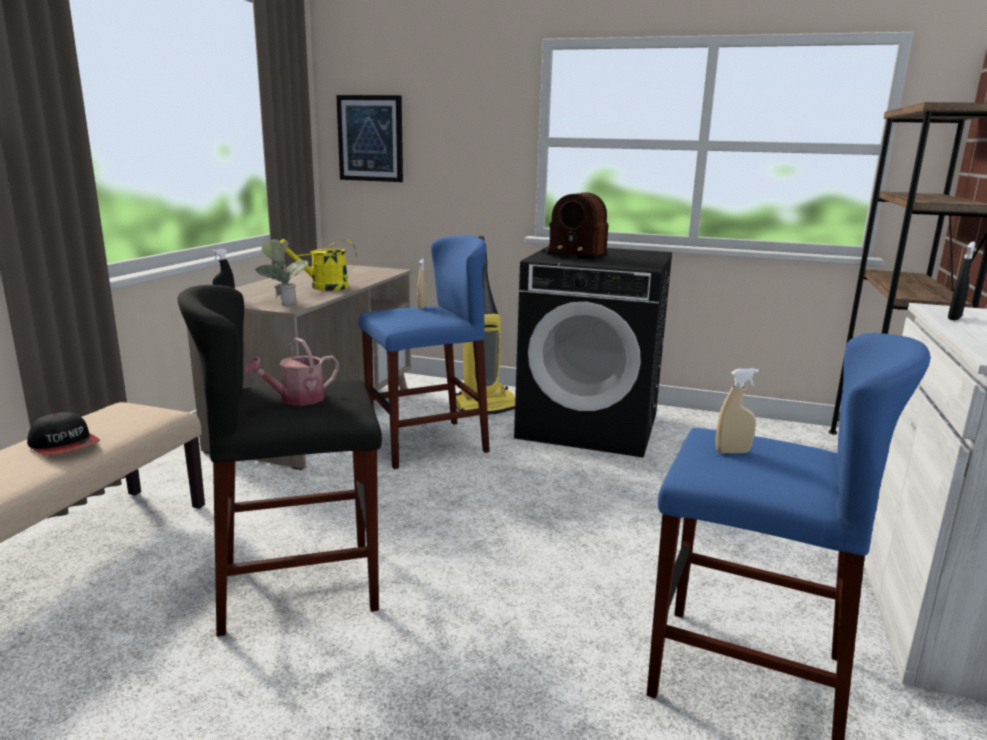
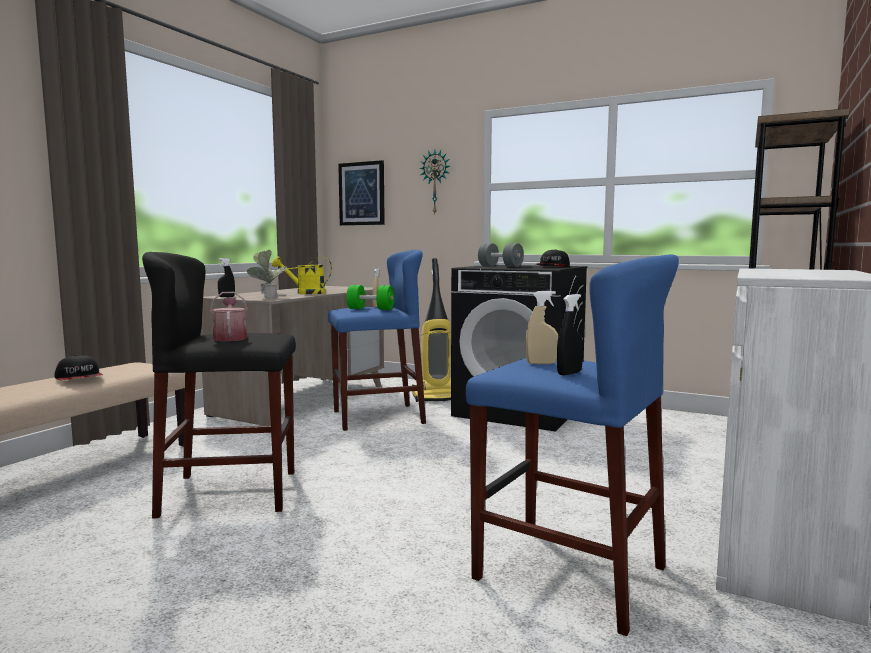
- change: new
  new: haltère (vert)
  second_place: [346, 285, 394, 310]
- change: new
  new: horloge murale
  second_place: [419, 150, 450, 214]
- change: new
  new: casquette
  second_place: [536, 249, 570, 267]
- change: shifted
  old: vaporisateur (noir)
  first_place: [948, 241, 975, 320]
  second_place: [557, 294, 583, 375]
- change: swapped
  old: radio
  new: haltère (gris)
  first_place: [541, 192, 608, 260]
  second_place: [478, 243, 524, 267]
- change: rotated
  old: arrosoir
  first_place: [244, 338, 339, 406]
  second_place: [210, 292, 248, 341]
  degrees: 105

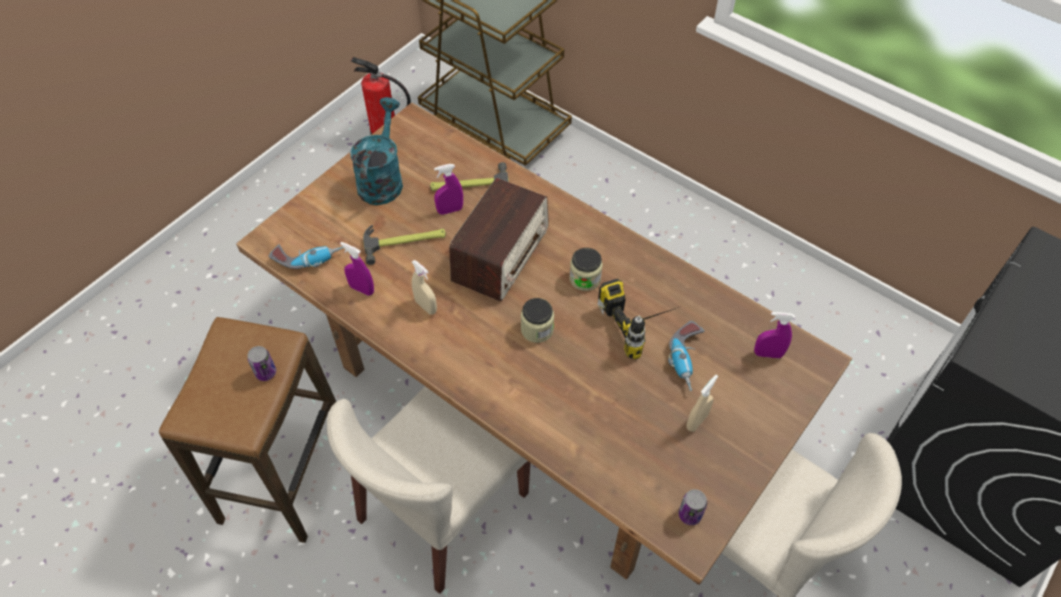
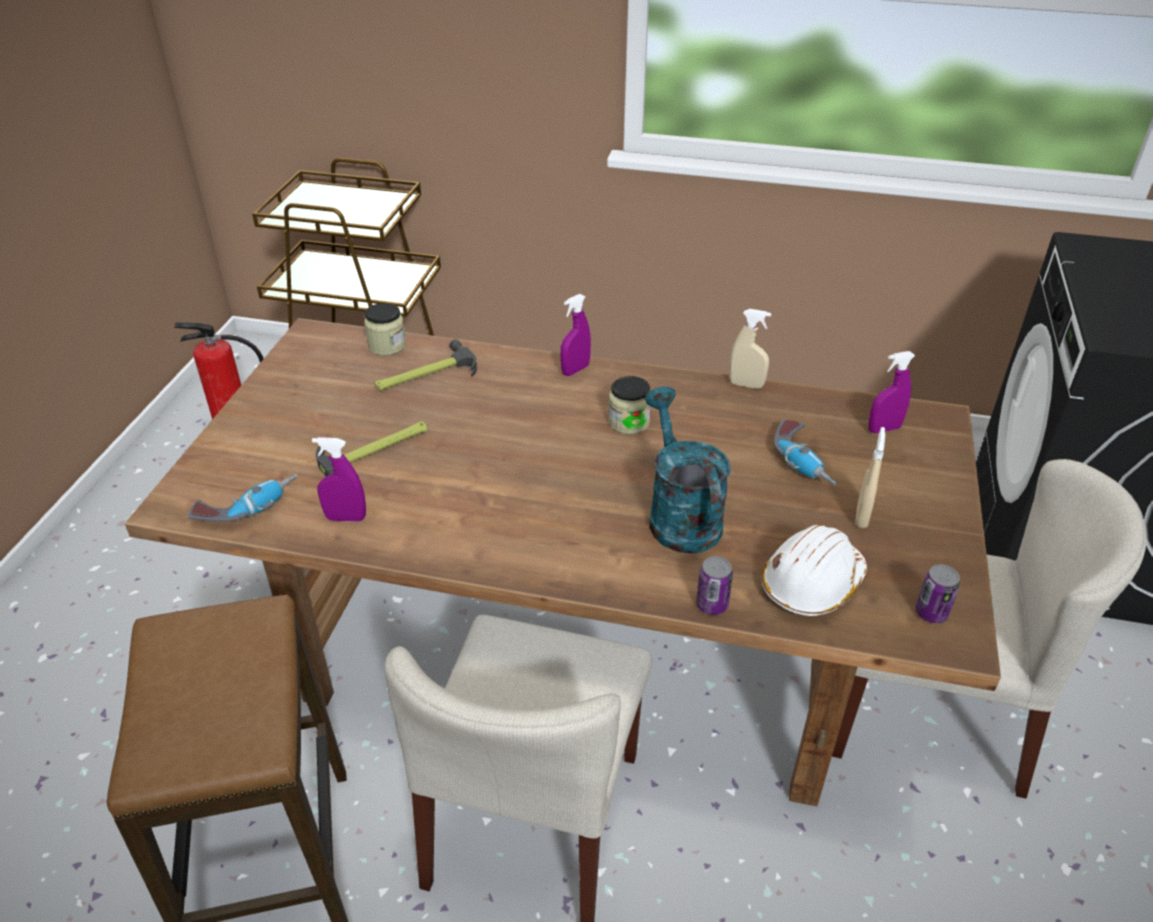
- change: gone
  old: radio
  first_place: [450, 178, 549, 301]
- change: gone
  old: perceuse
  first_place: [598, 279, 679, 359]
- change: new
  new: casque de chantier (blanc)
  second_place: [762, 524, 867, 616]
- change: shifted
  old: boîte métallique
  first_place: [248, 346, 276, 381]
  second_place: [696, 556, 733, 615]
- change: shifted
  old: arrosoir (turquoise)
  first_place: [350, 97, 403, 205]
  second_place: [645, 387, 730, 554]
- change: shifted
  old: vaporisateur (beige)
  first_place: [412, 260, 437, 315]
  second_place: [729, 309, 771, 389]
- change: shifted
  old: vaporisateur (violet)
  first_place: [434, 164, 463, 215]
  second_place: [561, 294, 591, 376]
- change: shifted
  old: bocal
  first_place: [521, 298, 554, 343]
  second_place: [364, 303, 406, 356]

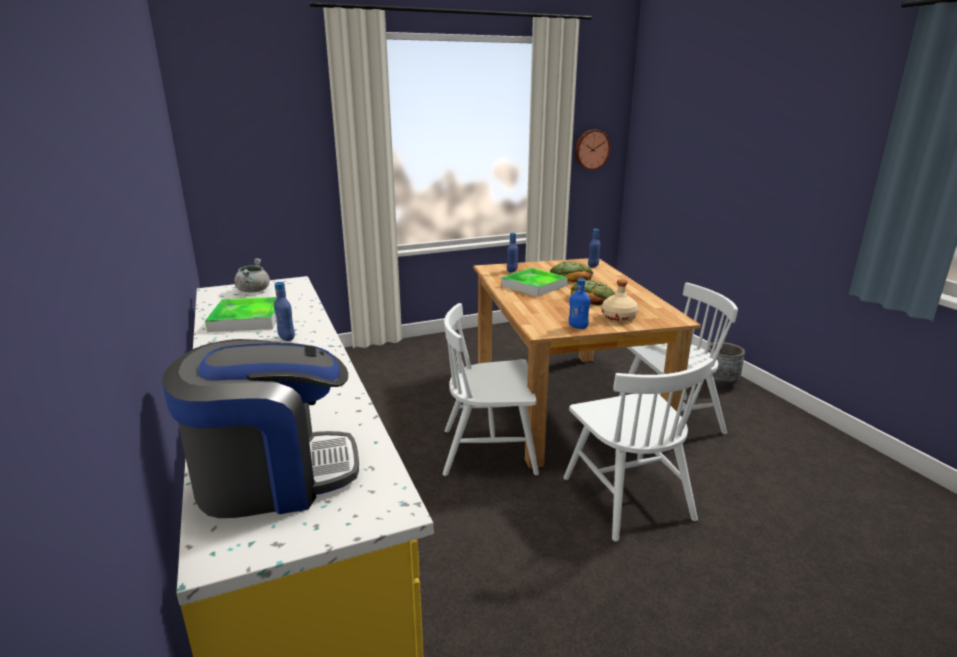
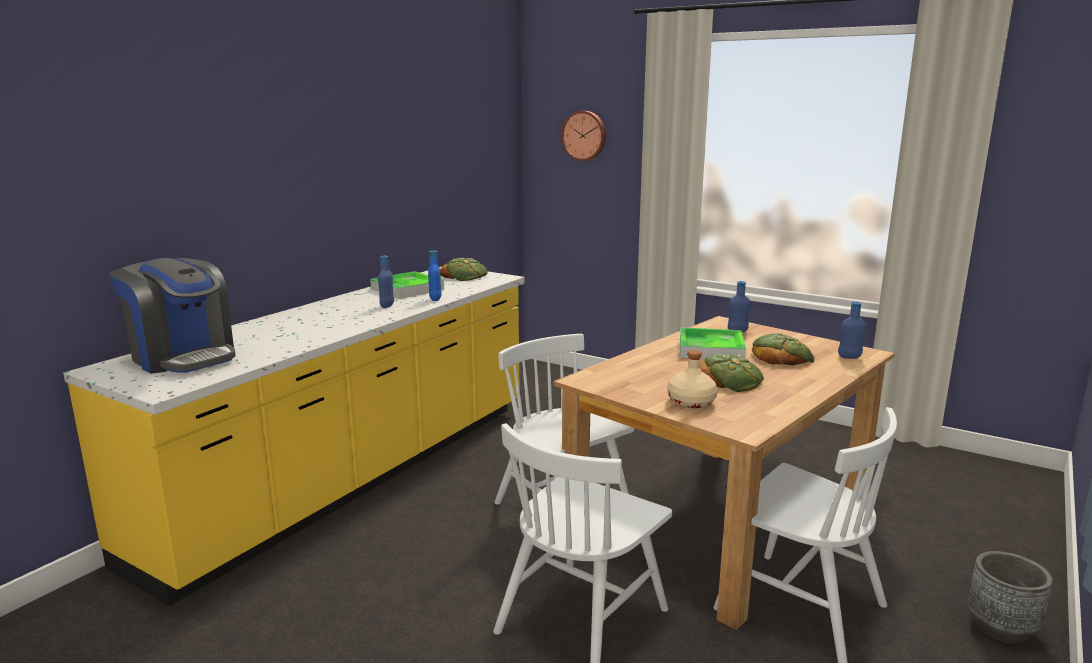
- change: shifted
  old: bouteille (bleu)
  first_place: [568, 278, 590, 329]
  second_place: [428, 250, 441, 301]
- change: shifted
  old: horloge murale
  first_place: [575, 129, 611, 170]
  second_place: [561, 111, 606, 161]
- change: swapped
  old: marmite (gris)
  new: pain
  first_place: [234, 258, 270, 292]
  second_place: [440, 258, 488, 281]

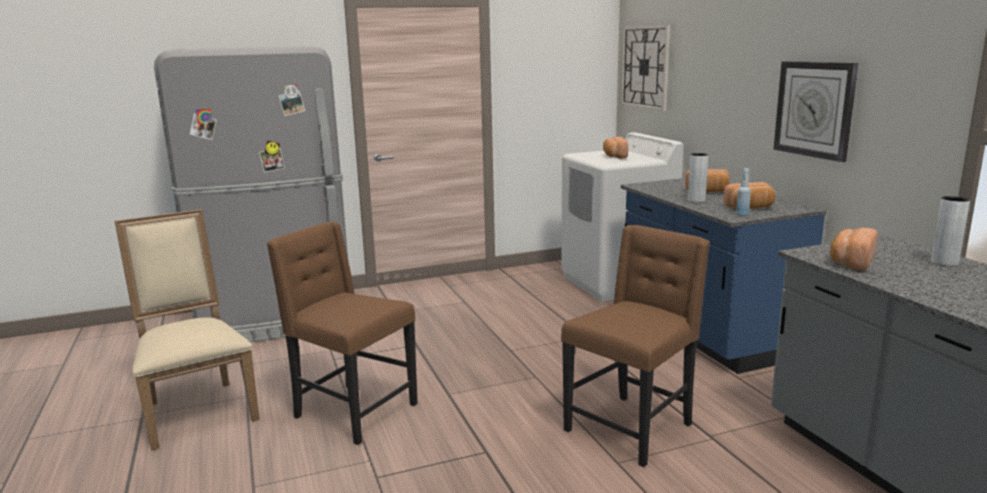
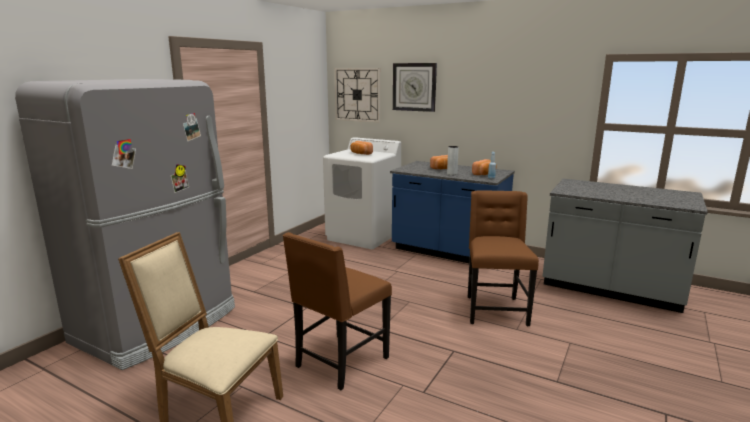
- change: gone
  old: pain
  first_place: [830, 228, 878, 270]
- change: gone
  old: vase (gris)
  first_place: [931, 196, 970, 266]
- change: shifted
  old: horloge murale
  first_place: [773, 61, 858, 162]
  second_place: [393, 63, 437, 112]
- change: rotated
  old: chaise (marron)
  first_place: [267, 222, 418, 445]
  second_place: [283, 232, 392, 390]
  degrees: -45

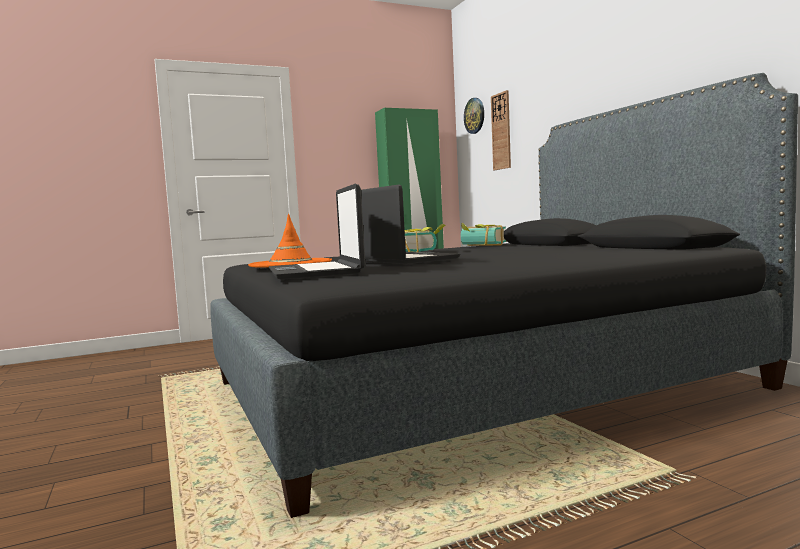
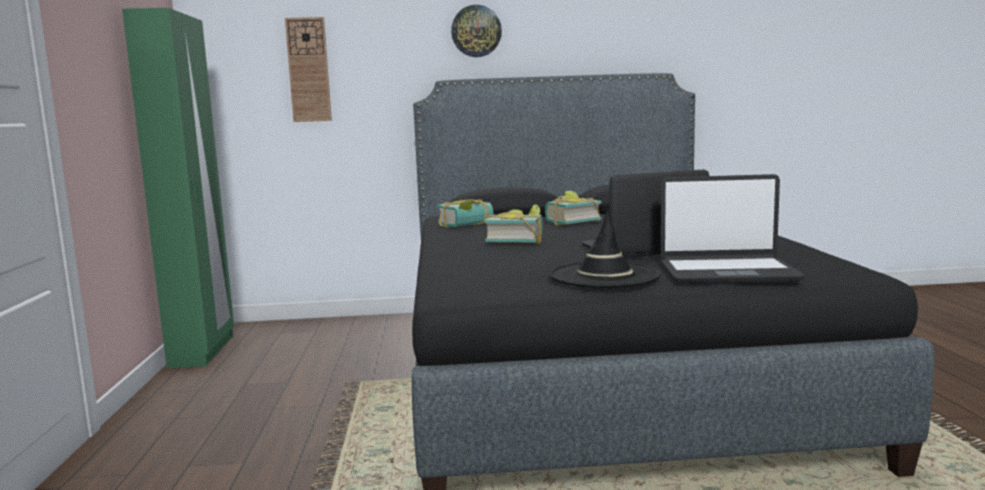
- change: new
  new: livre
  second_place: [545, 191, 602, 226]
- change: shifted
  old: horloge murale
  first_place: [464, 98, 484, 134]
  second_place: [451, 5, 502, 57]
- change: repainted
  old: chapeau (orange)
  new: chapeau (noir)
  first_place: [248, 213, 332, 268]
  second_place: [550, 209, 661, 288]

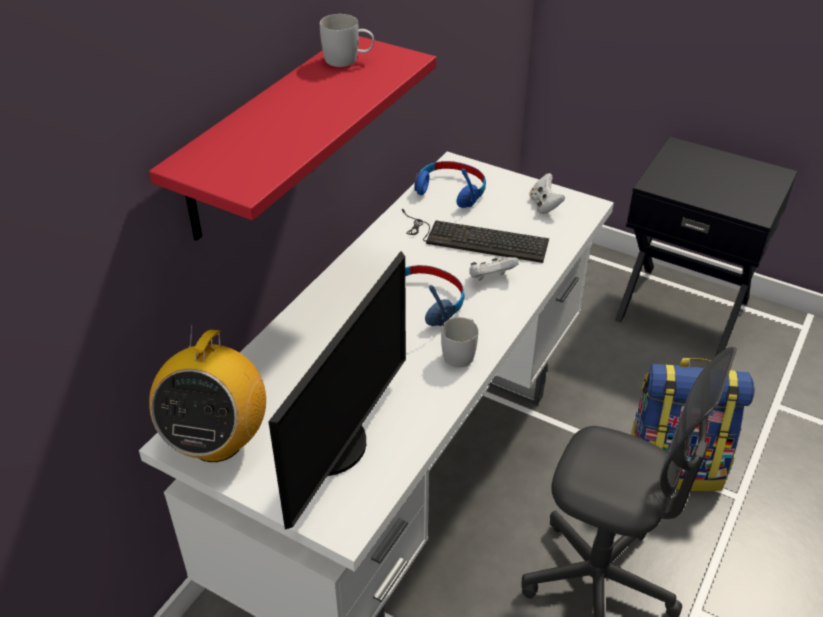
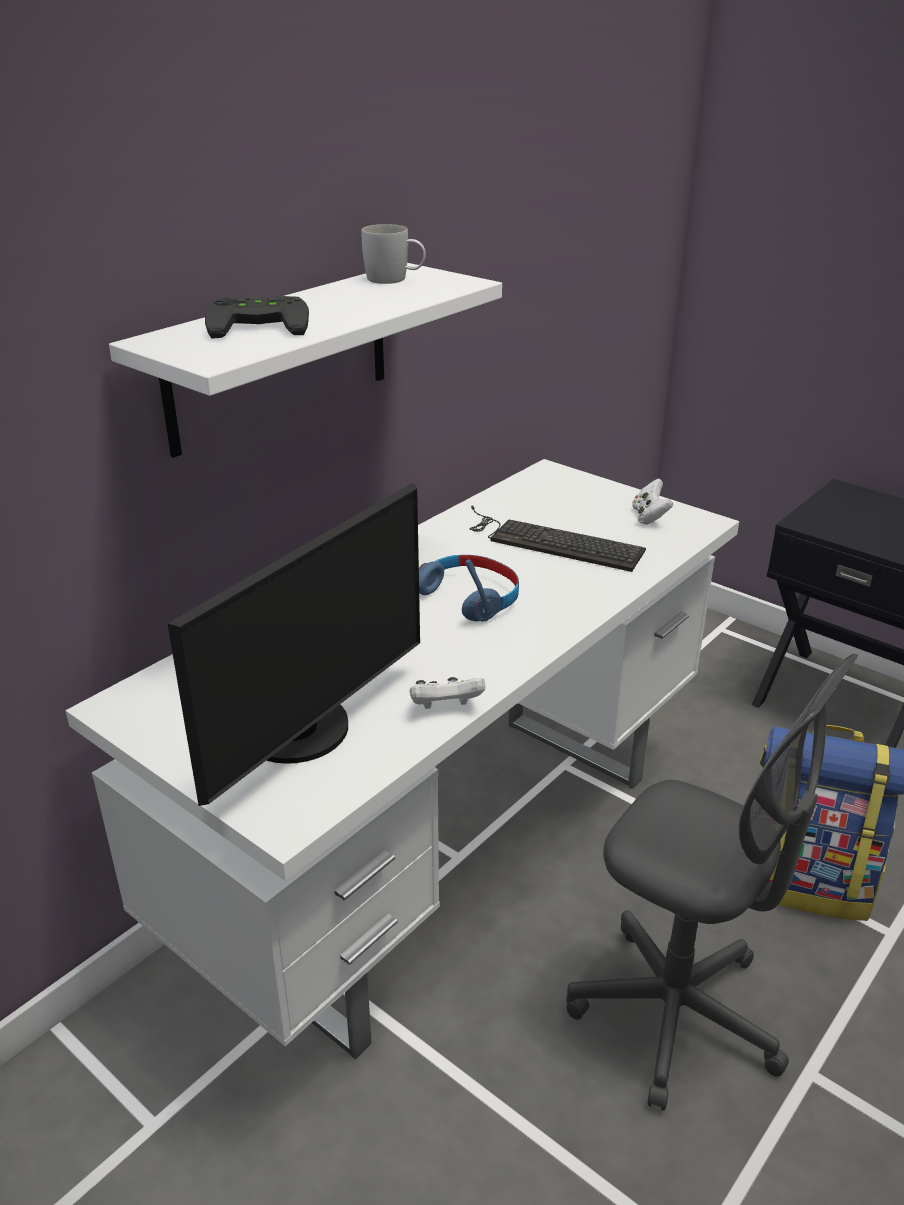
- change: gone
  old: radio
  first_place: [149, 324, 266, 462]
- change: gone
  old: casque audio (bleu)
  first_place: [414, 161, 486, 208]
- change: gone
  old: mug (blanc)
  first_place: [441, 317, 478, 368]
- change: new
  new: manette (noir)
  second_place: [205, 296, 309, 339]
- change: shifted
  old: manette (blanc)
  first_place: [469, 257, 519, 281]
  second_place: [410, 677, 485, 709]
- change: repainted
  old: étagère (rouge)
  new: étagère (blanc)
  first_place: [149, 36, 436, 241]
  second_place: [109, 263, 502, 458]

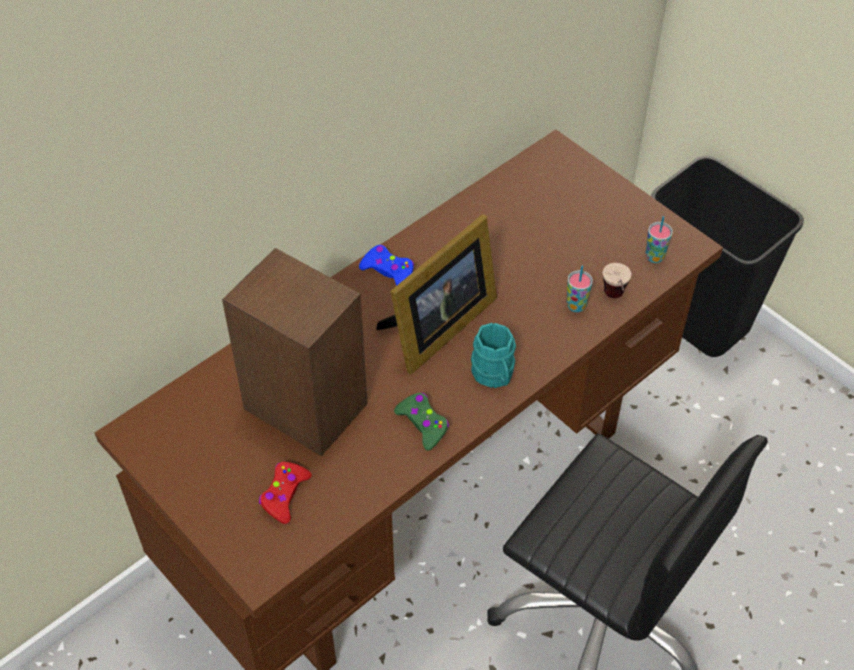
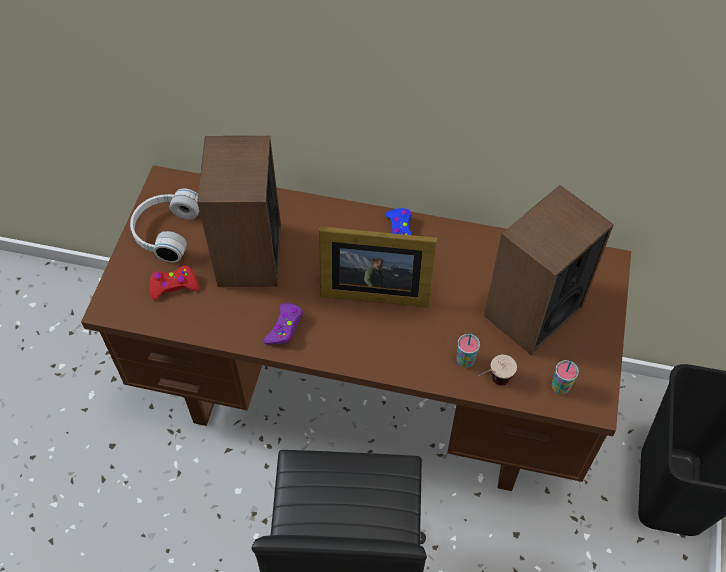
- change: gone
  old: mug (turquoise)
  first_place: [471, 323, 516, 388]
- change: new
  new: casque audio (blanc)
  second_place: [130, 188, 199, 263]
- change: new
  new: enceinte
  second_place: [484, 185, 614, 355]
- change: repainted
  old: manette (vert)
  new: manette (violet)
  first_place: [394, 393, 449, 450]
  second_place: [264, 303, 303, 345]

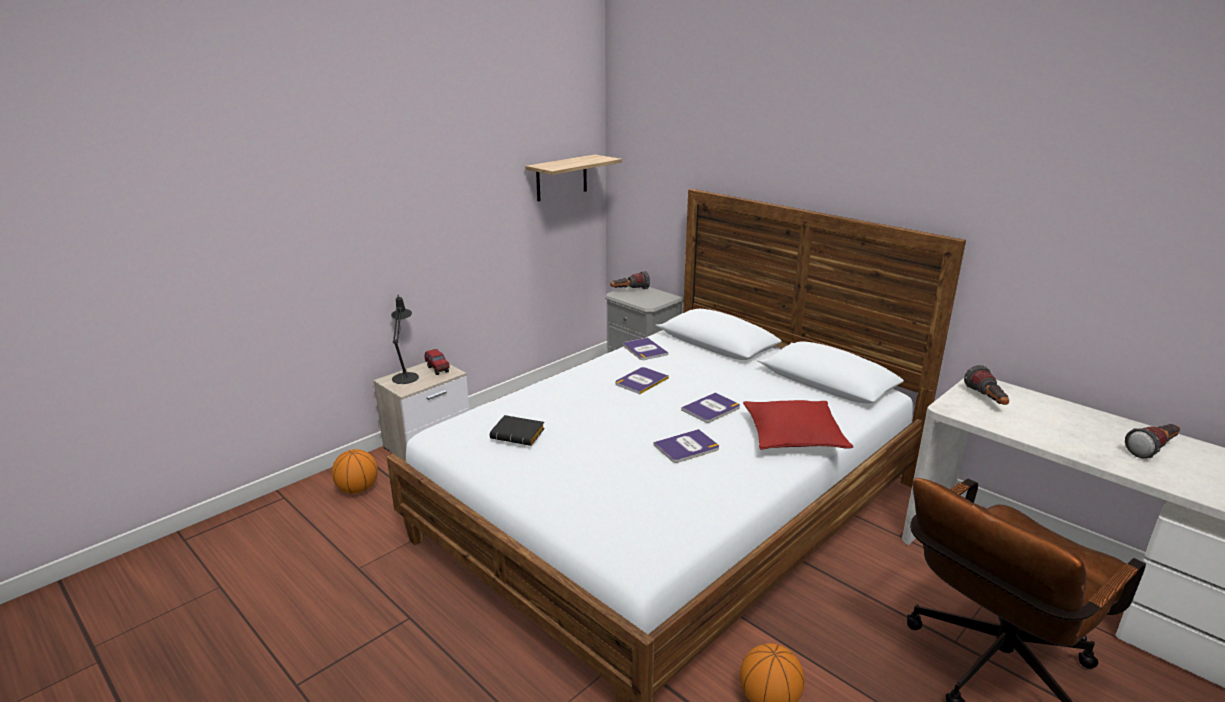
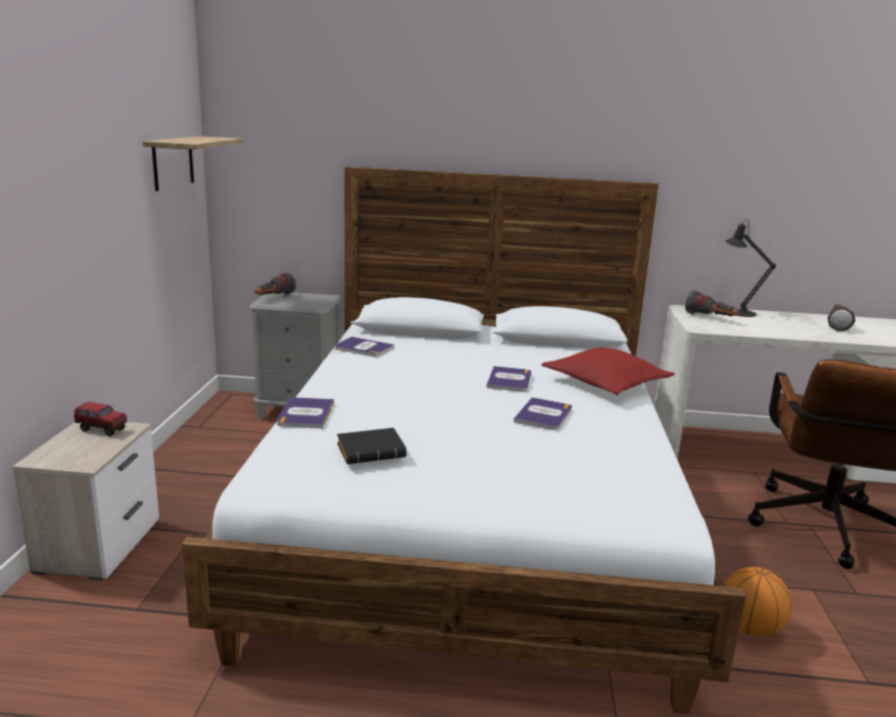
- change: gone
  old: ballon de basket
  first_place: [332, 449, 378, 494]
- change: shifted
  old: lampe de table (noir)
  first_place: [391, 295, 419, 384]
  second_place: [725, 220, 776, 317]
- change: shifted
  old: livre
  first_place: [615, 367, 669, 394]
  second_place: [277, 397, 334, 428]

